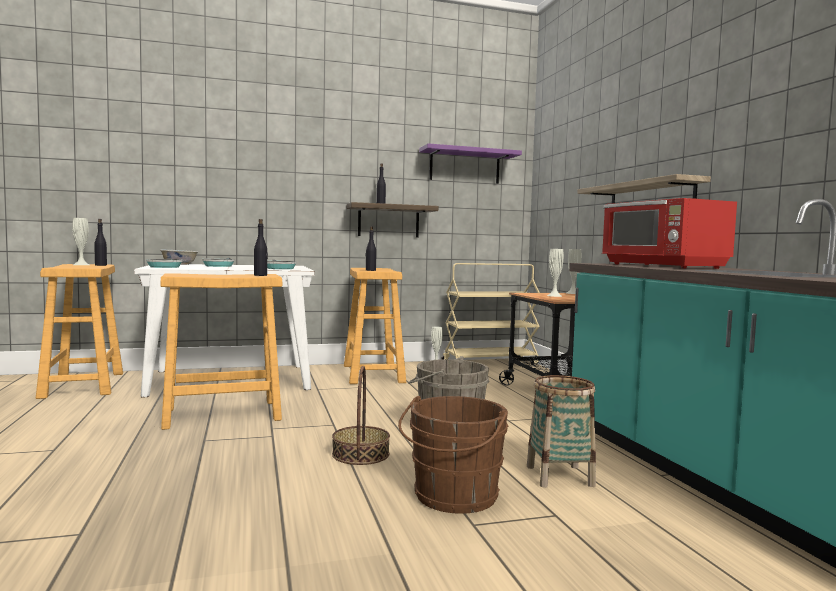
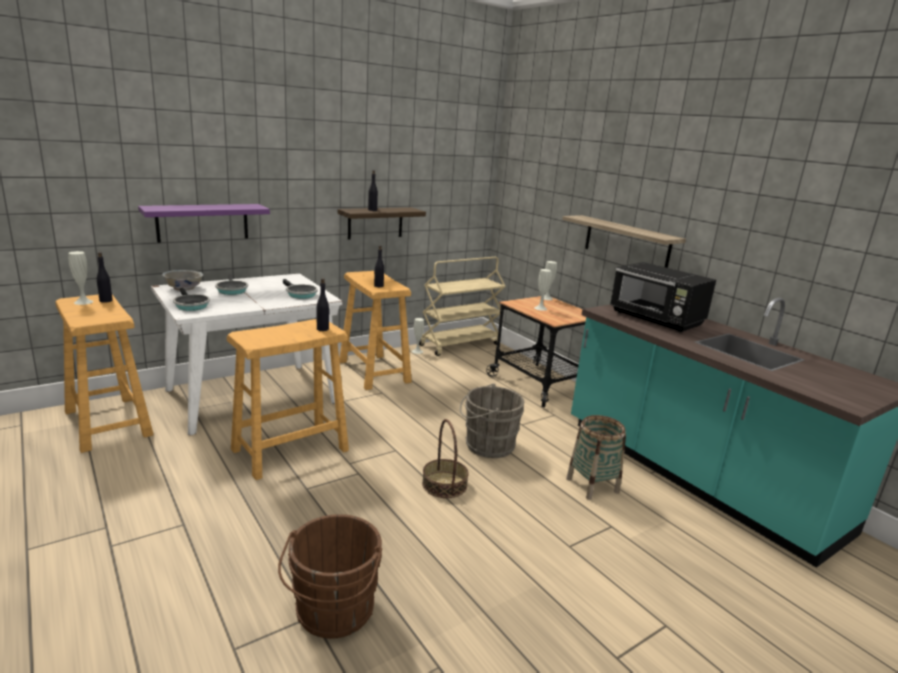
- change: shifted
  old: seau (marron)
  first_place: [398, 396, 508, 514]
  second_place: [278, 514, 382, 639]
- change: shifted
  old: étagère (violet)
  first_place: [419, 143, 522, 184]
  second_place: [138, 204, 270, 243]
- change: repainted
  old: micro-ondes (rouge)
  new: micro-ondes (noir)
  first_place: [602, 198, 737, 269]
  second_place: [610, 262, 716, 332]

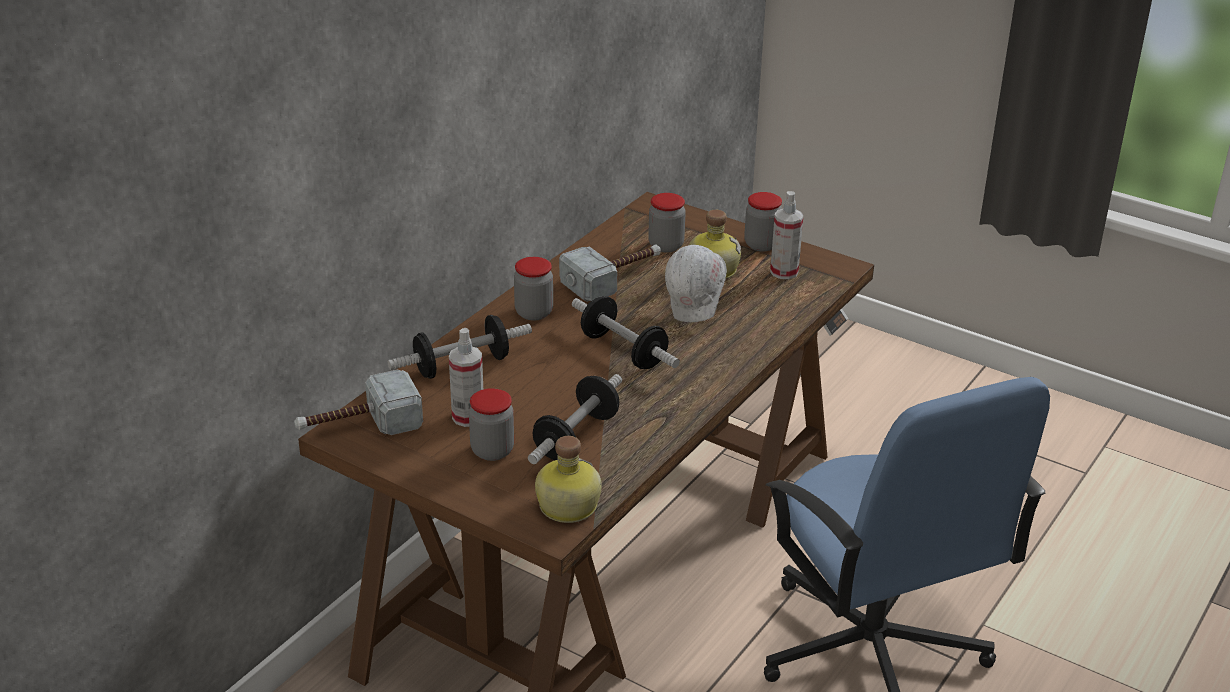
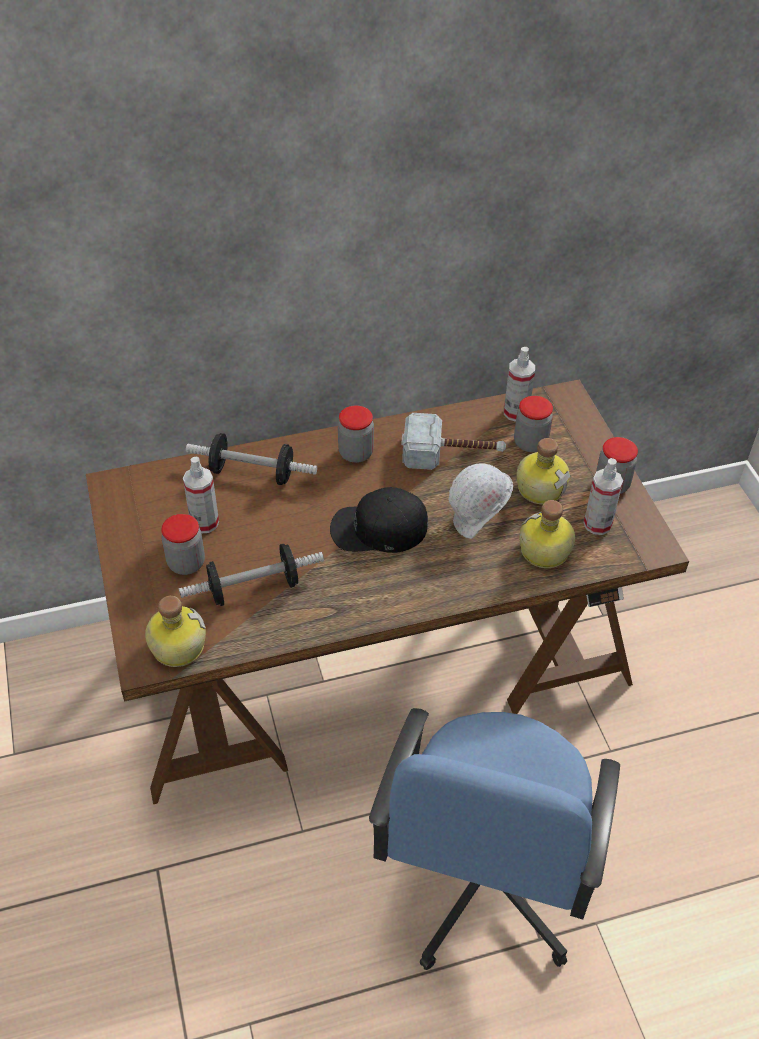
- change: gone
  old: marteau
  first_place: [294, 369, 423, 435]
- change: new
  new: vaporisateur
  second_place: [504, 347, 535, 422]
- change: new
  new: bouteille
  second_place: [519, 500, 575, 568]
- change: swapped
  old: haltère
  new: casquette (noir)
  first_place: [572, 296, 680, 369]
  second_place: [330, 487, 428, 553]

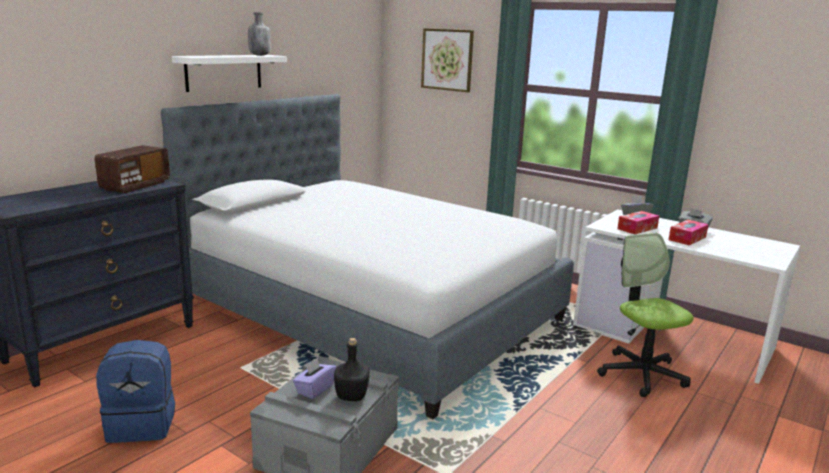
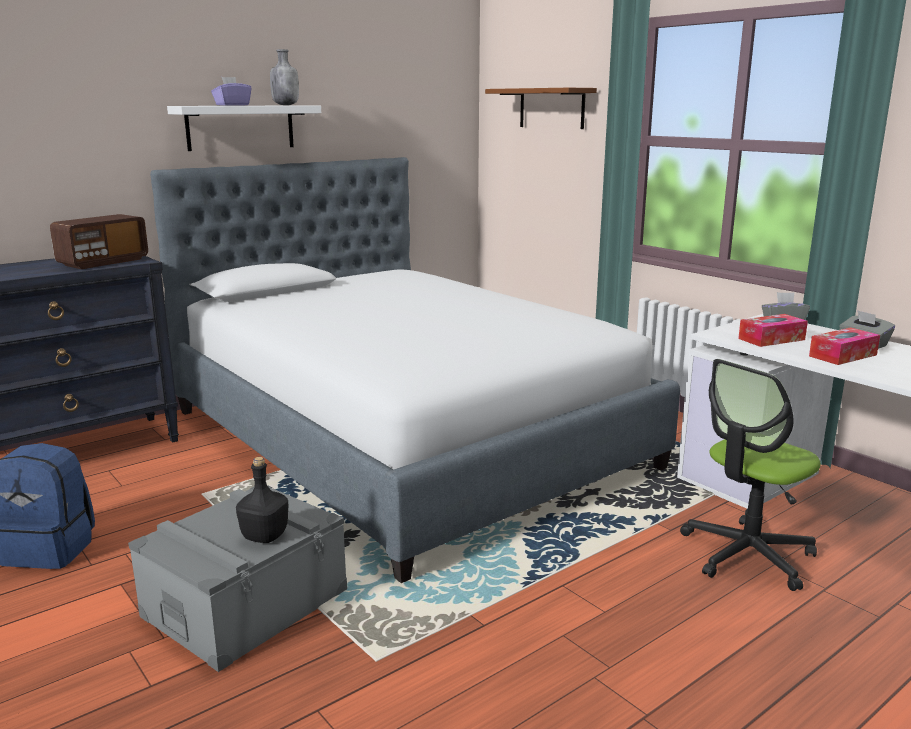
- change: shifted
  old: boîte à mouchoirs (violet)
  first_place: [293, 357, 336, 399]
  second_place: [211, 77, 252, 106]
- change: swapped
  old: tableau
  new: étagère (marron)
  first_place: [421, 28, 474, 92]
  second_place: [485, 88, 597, 129]
- change: rotated
  old: chaise de bureau
  first_place: [597, 233, 694, 397]
  second_place: [680, 359, 820, 591]
  degrees: -120

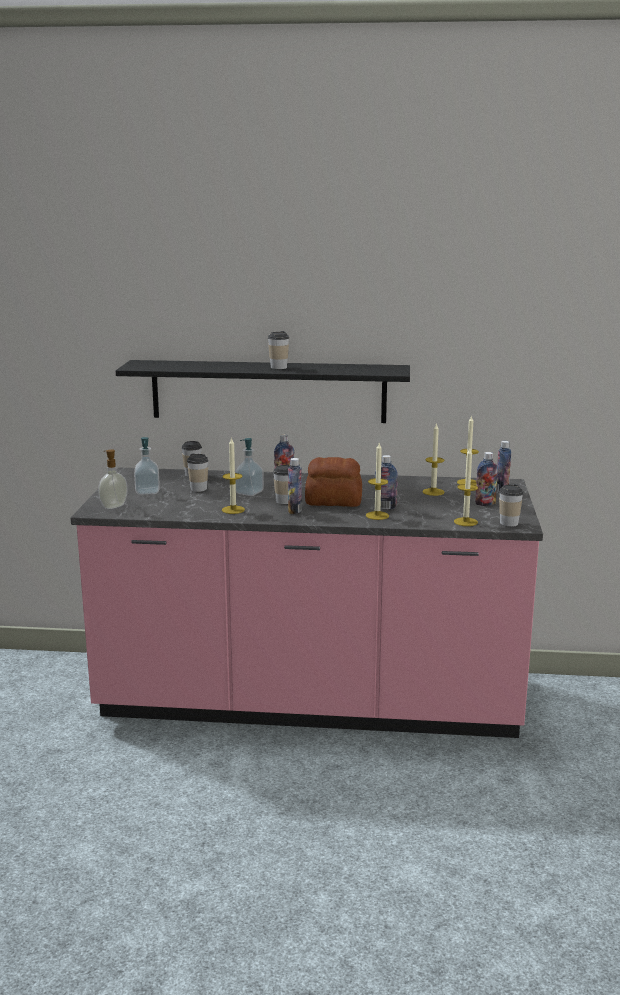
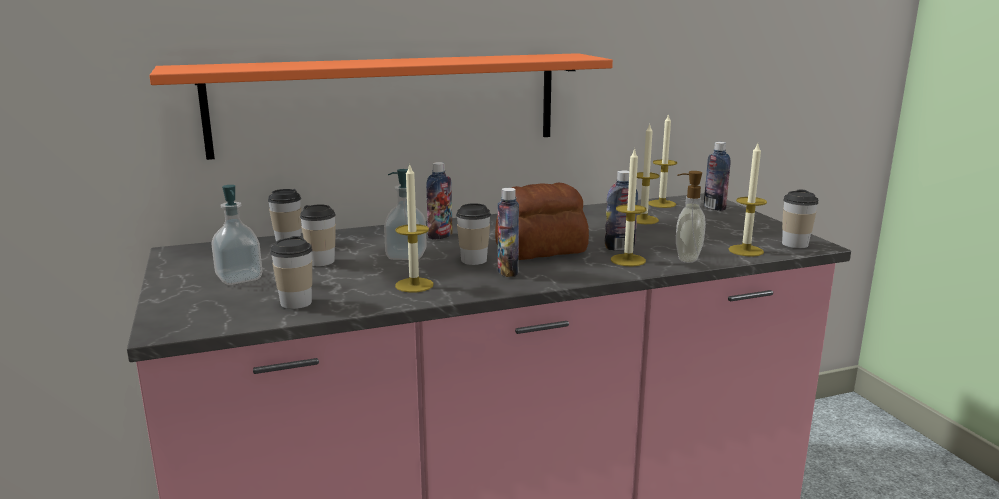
- change: gone
  old: bouteille
  first_place: [475, 452, 498, 506]
- change: shifted
  old: distributeur de savon
  first_place: [99, 449, 128, 509]
  second_place: [676, 171, 706, 263]
- change: shifted
  old: tasse
  first_place: [268, 331, 289, 369]
  second_place: [270, 236, 312, 309]
- change: repainted
  old: étagère (noir)
  new: étagère (orange)
  first_place: [116, 360, 410, 423]
  second_place: [149, 53, 613, 160]

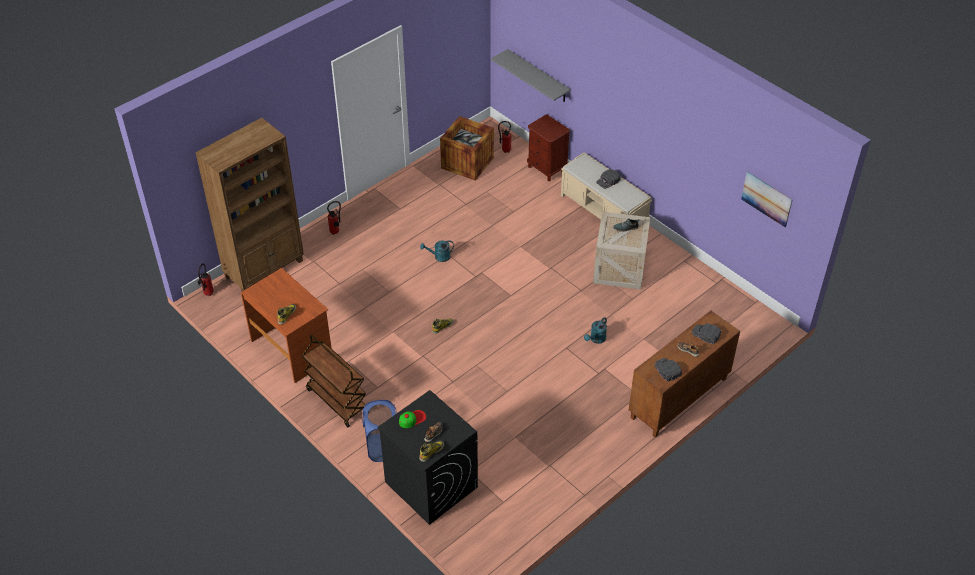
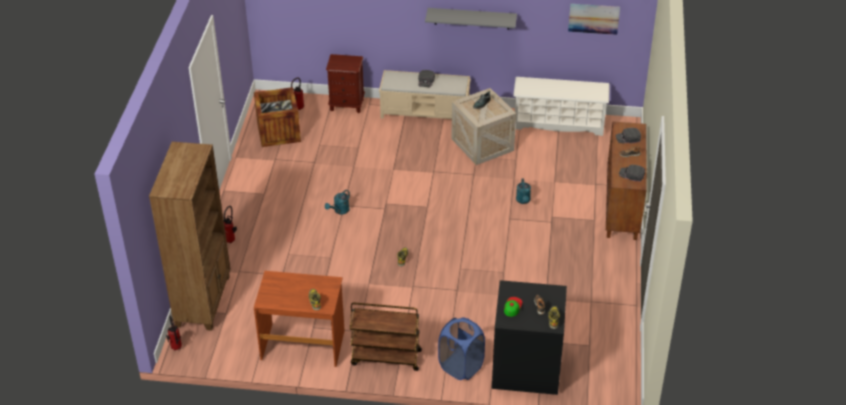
- change: new
  new: étagère à chaussures (blanc)
  second_place: [513, 77, 610, 136]
- change: shifted
  old: étagère (gris)
  first_place: [491, 49, 571, 102]
  second_place: [425, 8, 517, 29]

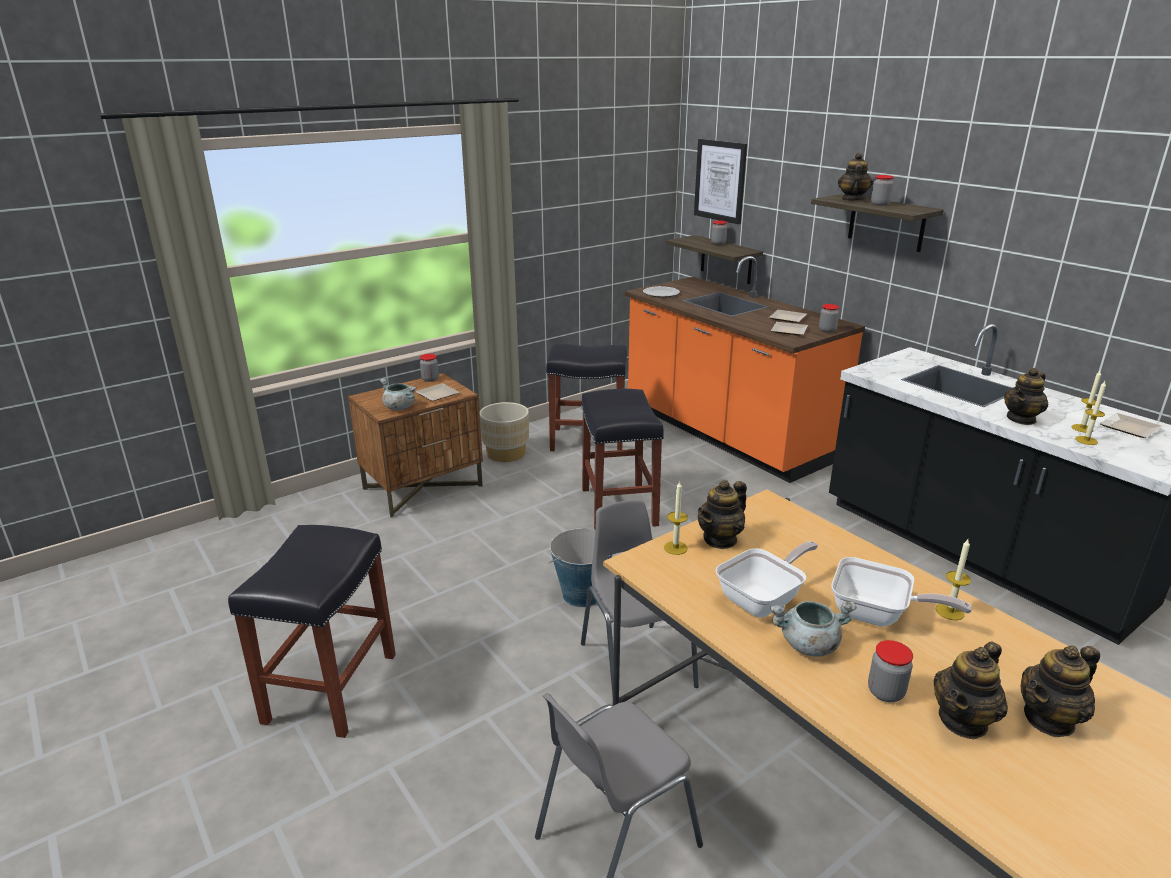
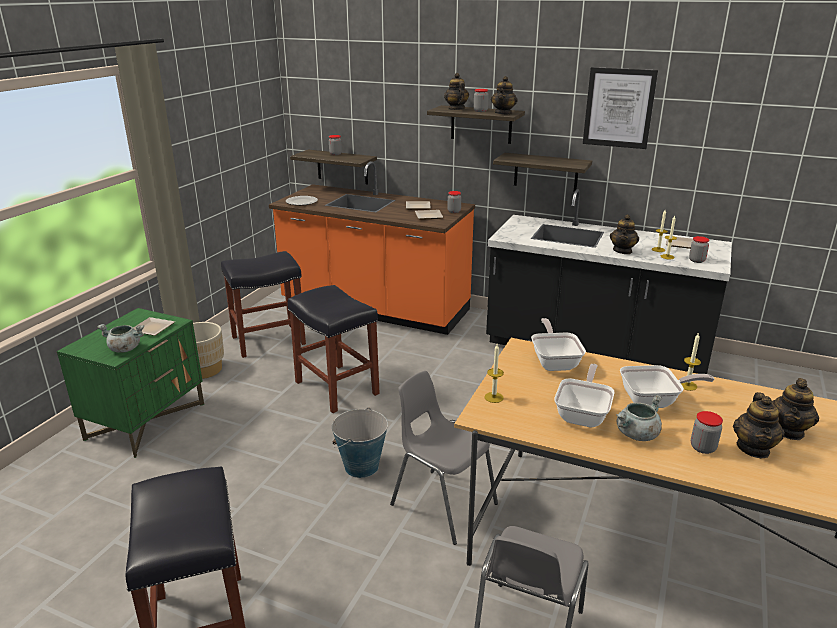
- change: new
  new: étagère
  second_place: [493, 153, 592, 192]
- change: new
  new: poêle
  second_place: [531, 318, 586, 371]
- change: shifted
  old: bocal
  first_place: [420, 354, 439, 382]
  second_place: [689, 236, 709, 263]
- change: shifted
  old: tableau
  first_place: [694, 139, 747, 224]
  second_place: [583, 67, 658, 149]
- change: shifted
  old: théière
  first_place: [698, 480, 747, 549]
  second_place: [491, 76, 518, 115]
- change: repainted
  old: table de chevet (marron)
  new: table de chevet (vert)
  first_place: [348, 373, 483, 517]
  second_place: [57, 308, 204, 458]

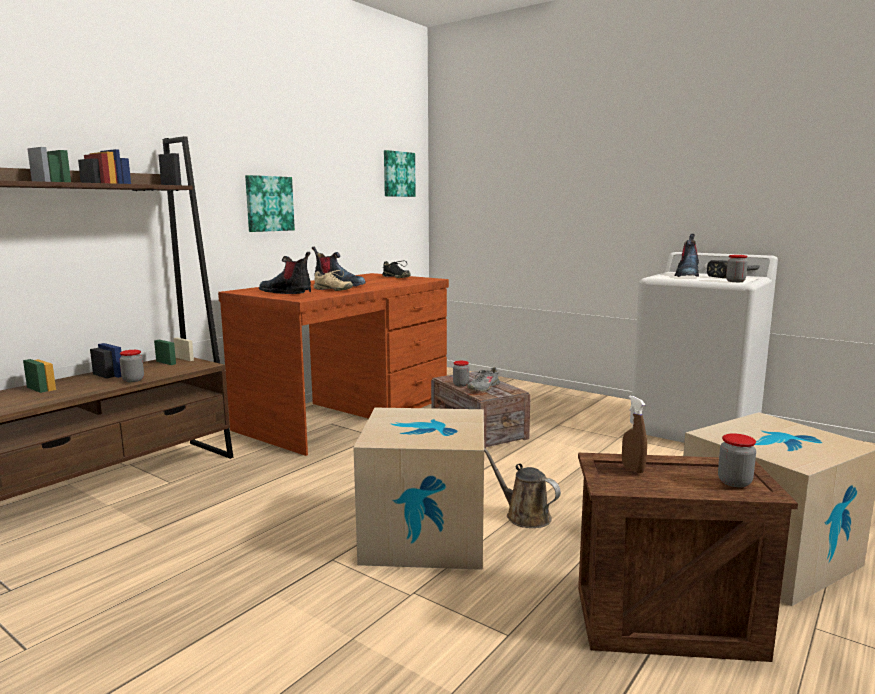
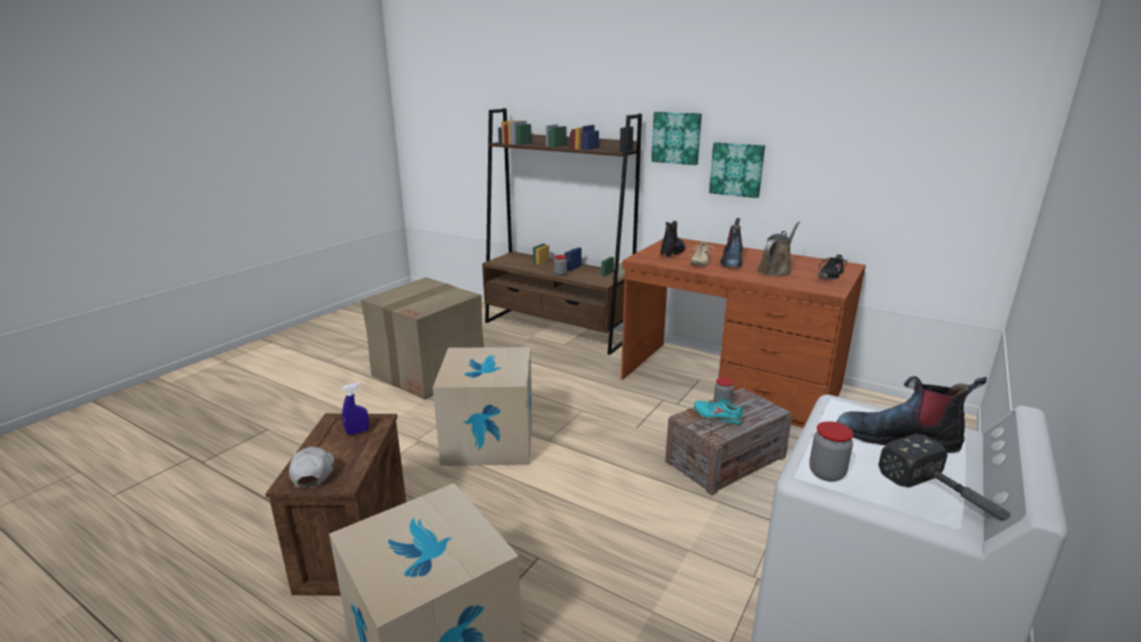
- change: new
  new: carton
  second_place: [361, 277, 484, 400]
- change: shifted
  old: tableau
  first_place: [384, 150, 416, 197]
  second_place: [651, 112, 702, 165]
- change: shifted
  old: arrosoir (marron)
  first_place: [484, 448, 561, 528]
  second_place: [757, 222, 800, 276]
- change: swapped
  old: bocal
  new: casquette (blanc)
  first_place: [718, 433, 756, 487]
  second_place: [289, 447, 334, 488]
- change: repainted
  old: chaussure (gris)
  new: chaussure (turquoise)
  first_place: [467, 367, 500, 391]
  second_place: [694, 398, 743, 425]
- change: repainted
  old: vaporisateur (marron)
  new: vaporisateur (bleu)
  first_place: [622, 395, 647, 473]
  second_place: [342, 383, 369, 435]

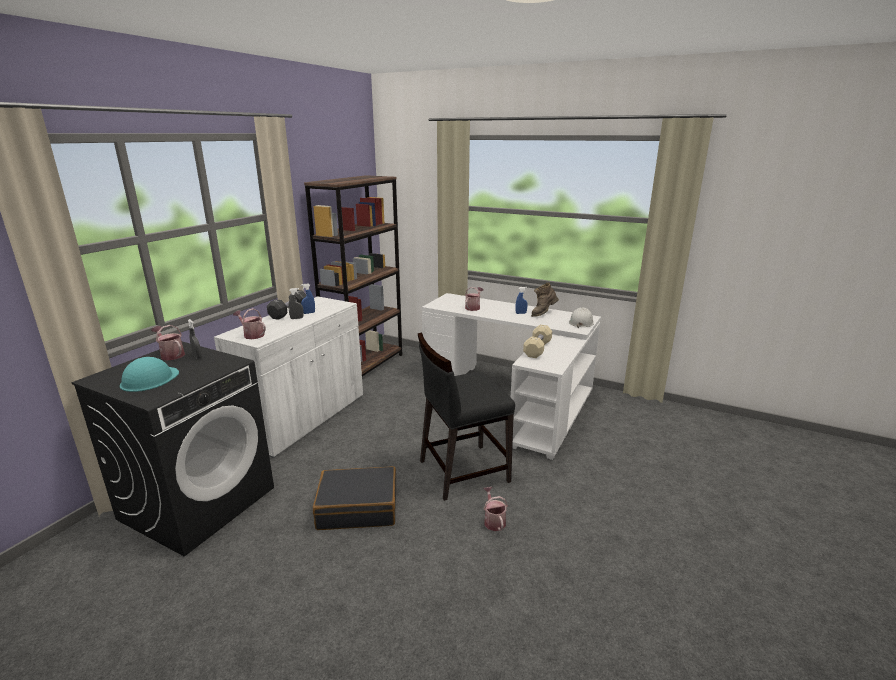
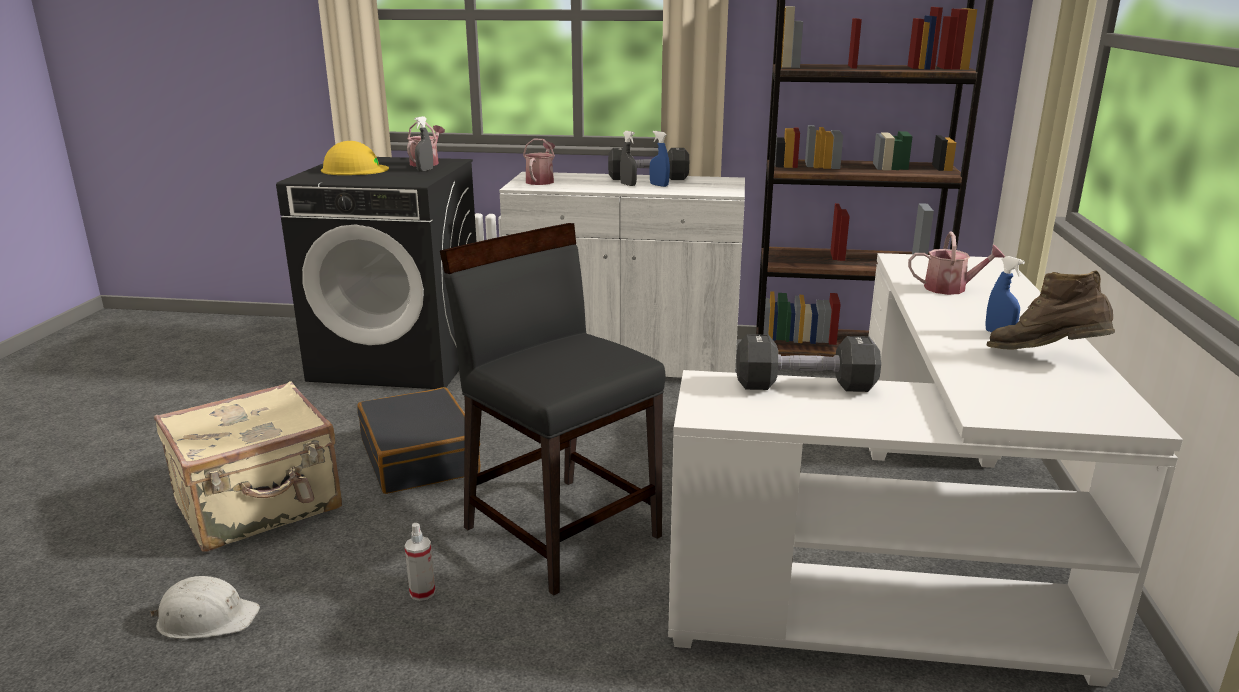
- change: new
  new: valise (beige)
  second_place: [154, 381, 342, 552]
- change: shifted
  old: casque de chantier (blanc)
  first_place: [569, 307, 594, 328]
  second_place: [150, 576, 260, 639]
- change: swapped
  old: arrosoir
  new: vaporisateur
  first_place: [483, 487, 508, 531]
  second_place: [404, 523, 436, 601]
- change: repainted
  old: casque de chantier (turquoise)
  new: casque de chantier (jaune)
  first_place: [120, 357, 179, 392]
  second_place: [321, 141, 389, 175]
- change: repainted
  old: haltère (beige)
  new: haltère (noir)
  first_place: [523, 325, 552, 358]
  second_place: [736, 334, 881, 392]

